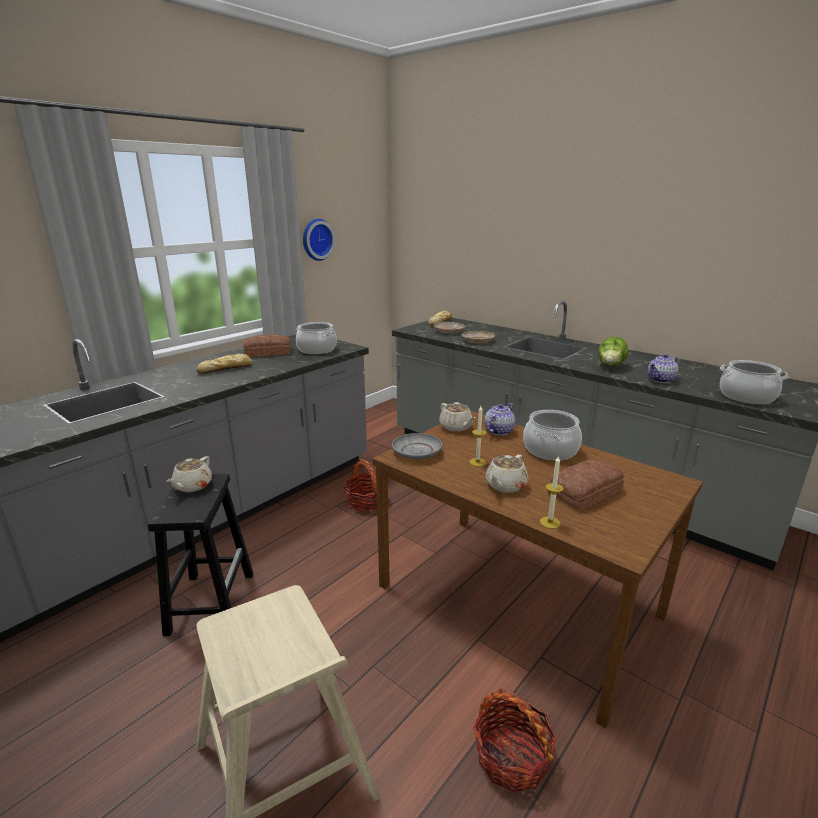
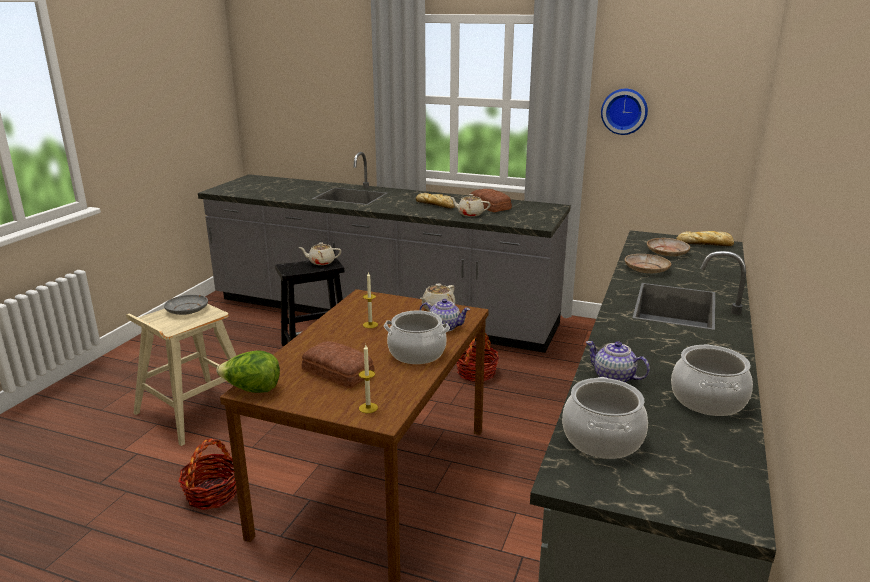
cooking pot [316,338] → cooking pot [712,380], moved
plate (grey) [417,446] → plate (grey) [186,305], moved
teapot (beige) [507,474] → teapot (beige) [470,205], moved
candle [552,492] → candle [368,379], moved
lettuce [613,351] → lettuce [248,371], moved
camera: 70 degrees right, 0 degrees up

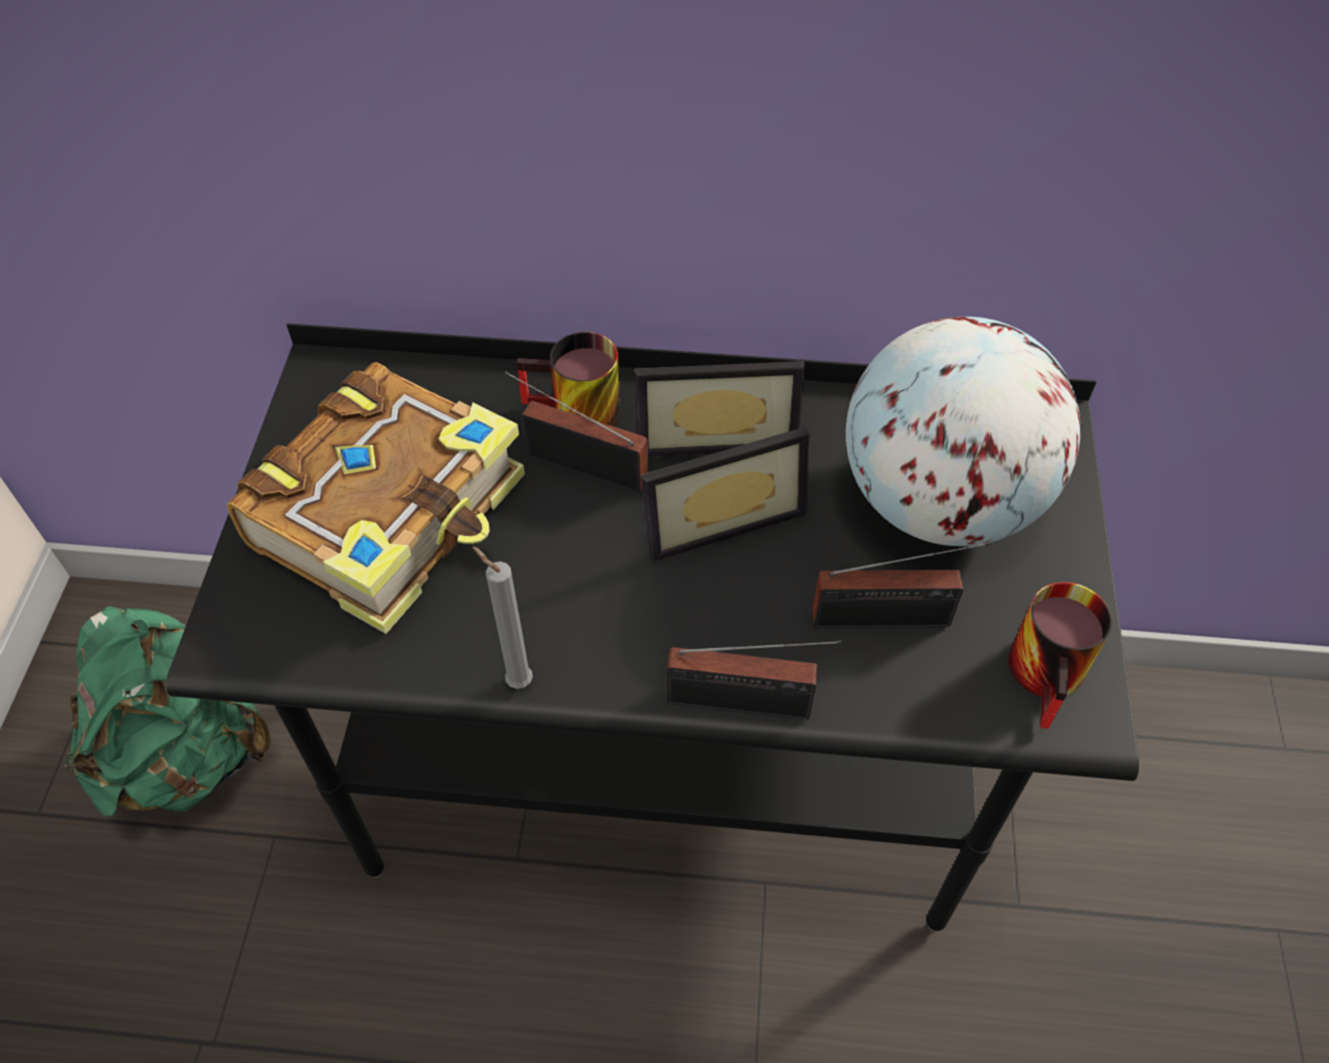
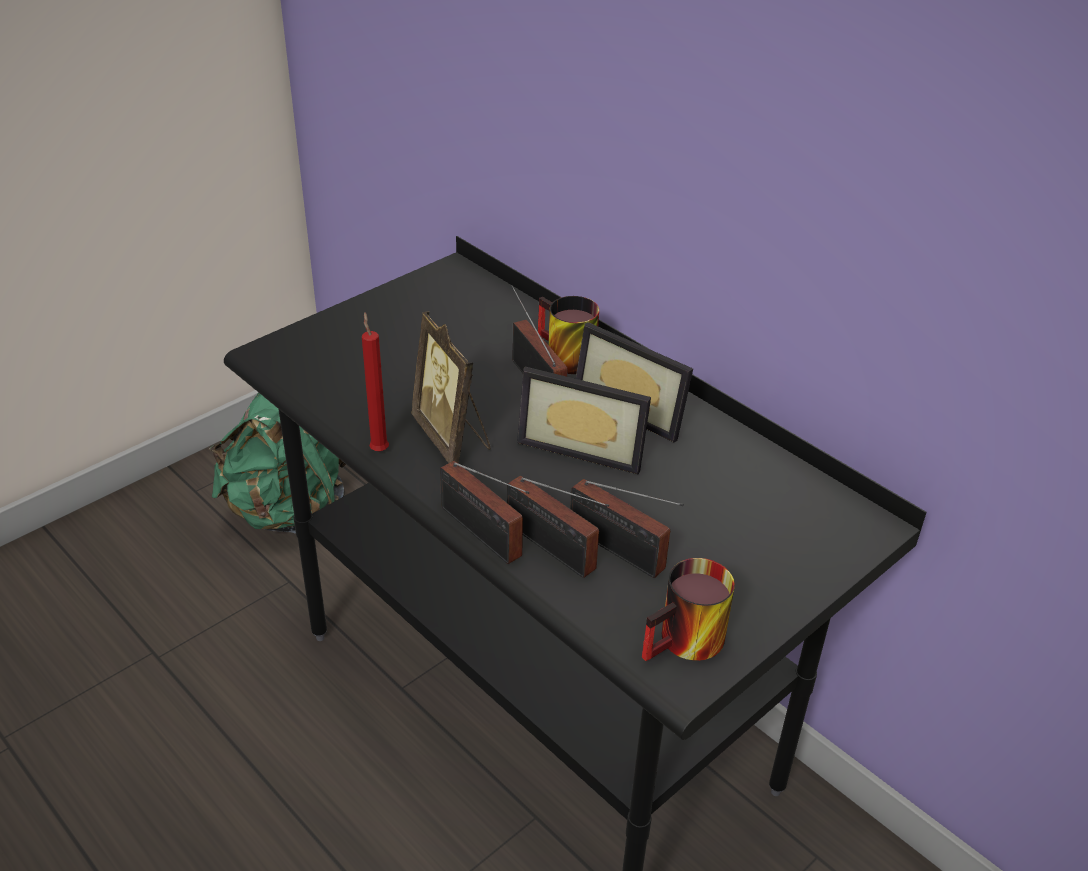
book [376,498] → -
candle (grey) [502,617] → candle (red) [375,382]
globe [963,431] → -
- → picture frame [451,387]
- → radio [558,527]
camera: 40 degrees right, 15 degrees down

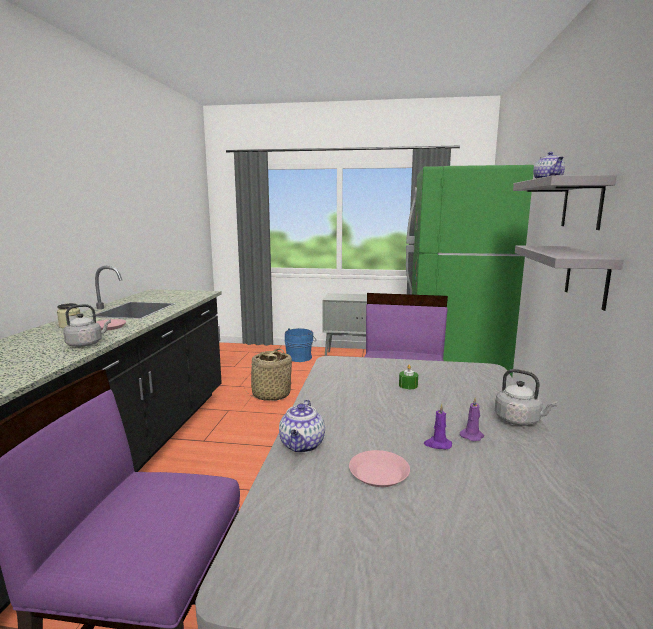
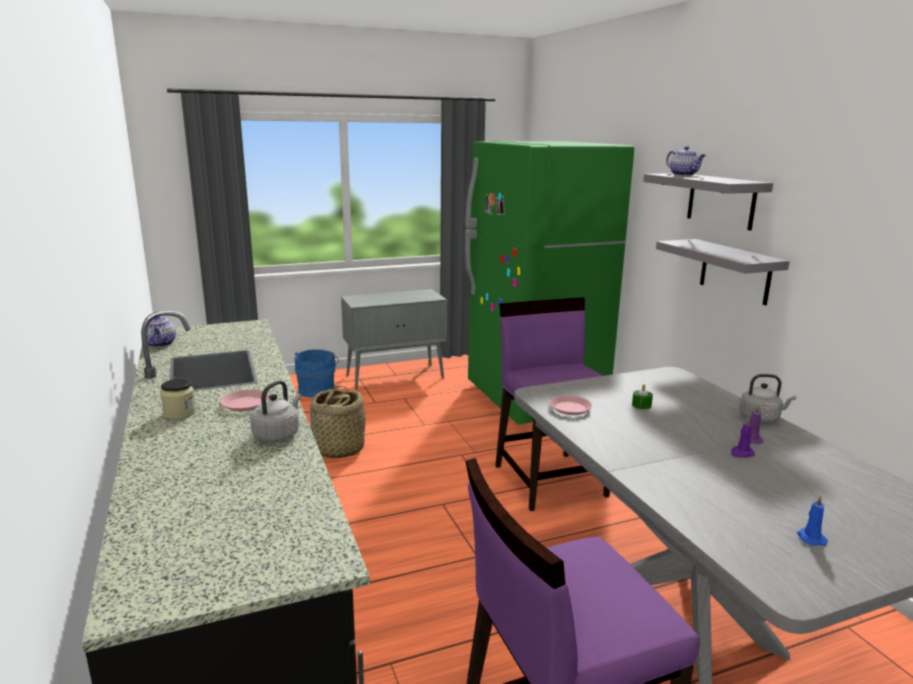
teapot [302,426] → teapot [158,331], moved
plate (pink) [379,468] → plate (pink) [571,405], moved
- → candle (blue) [812,520]
camera: 30 degrees left, 5 degrees up

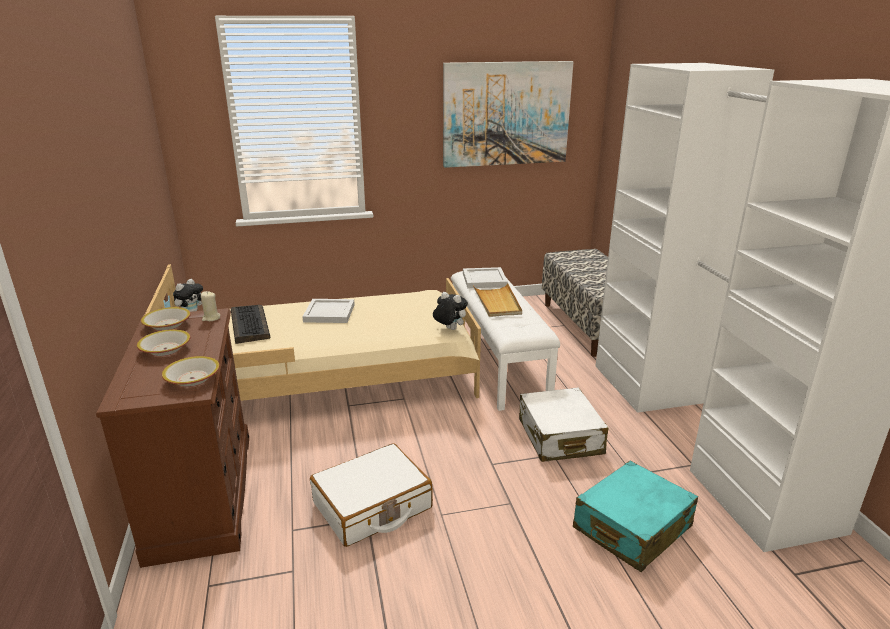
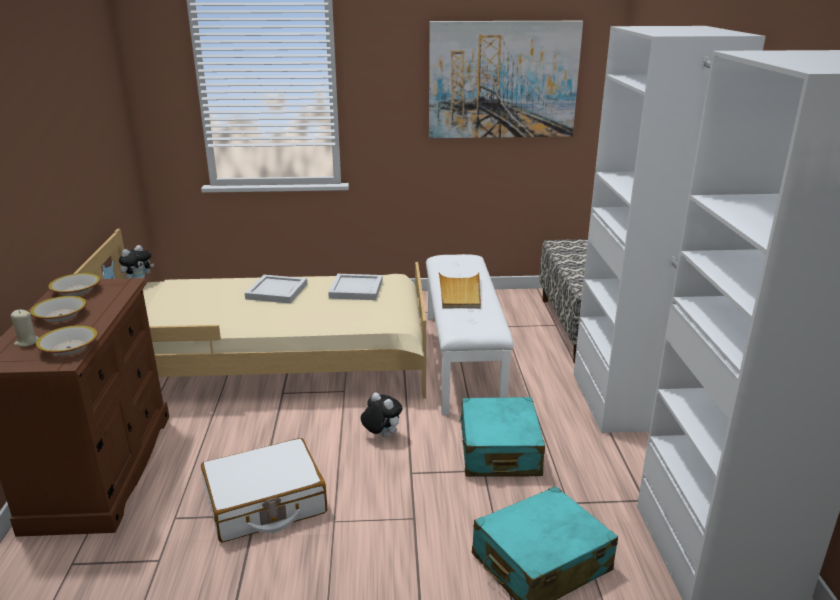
candle (beige) [210,306] → candle (beige) [25,328], moved
keyboard [250,324] → -
plush toy [450,311] → plush toy [381,415], moved
tray (white) [485,277] → tray (white) [355,287], moved
suitcase (white) [564,424] → suitcase (turquoise) [502,437]
camera: 10 degrees right, 0 degrees up

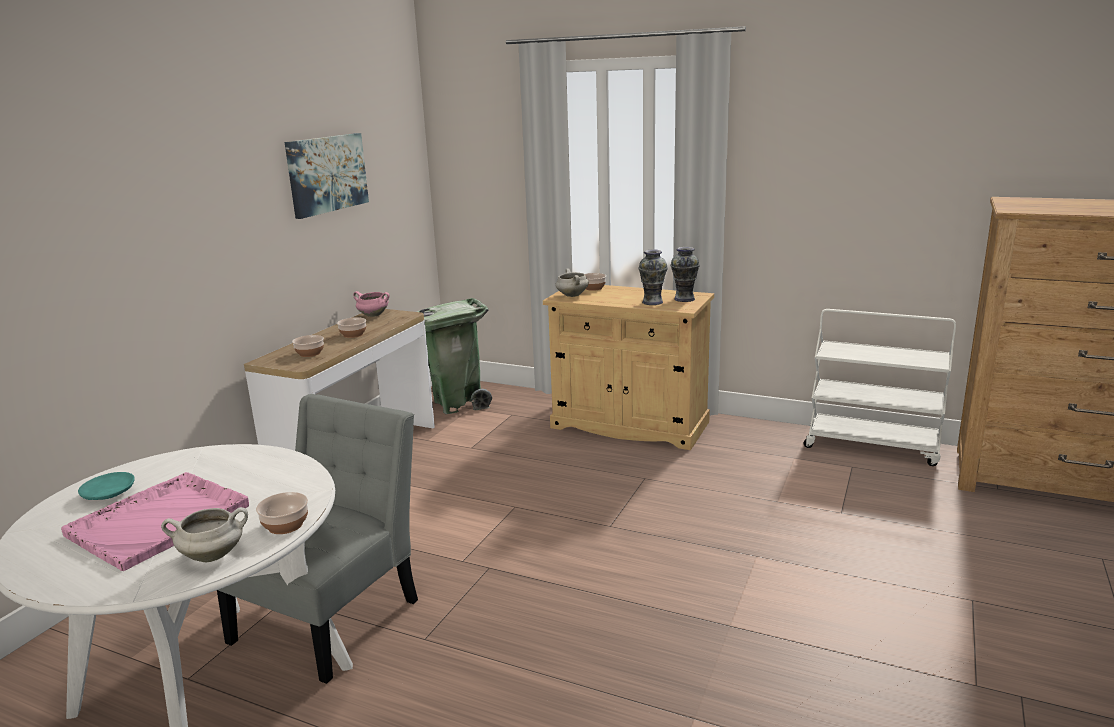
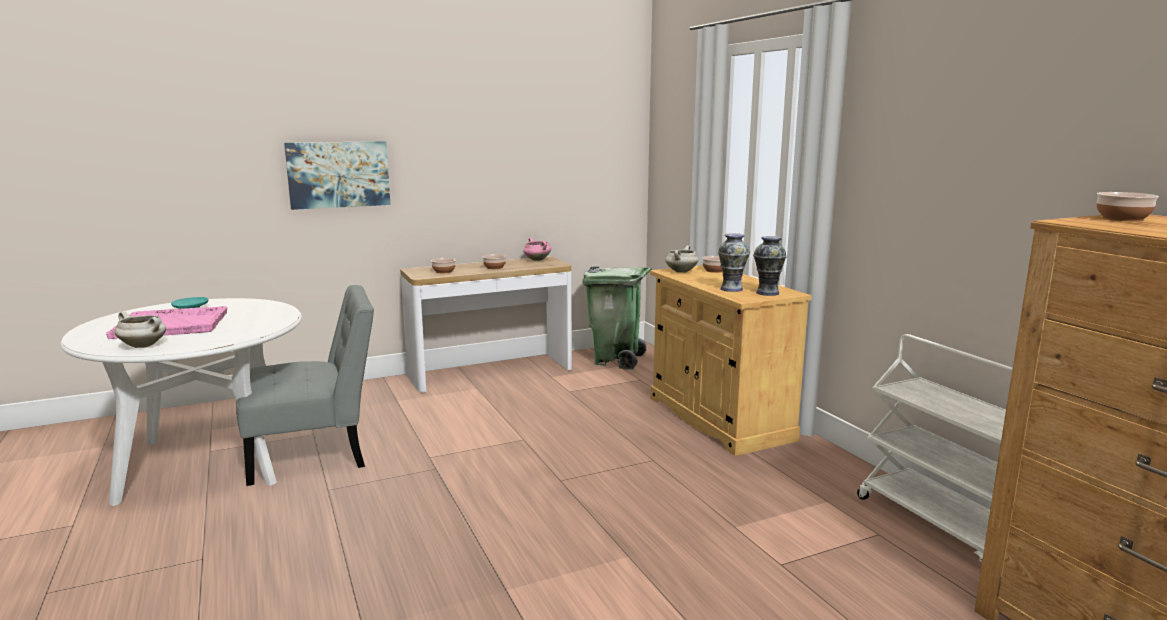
bowl [282,513] → bowl [1128,207], moved
picture [327,176] → picture [337,175], moved
camera: 40 degrees right, 5 degrees down

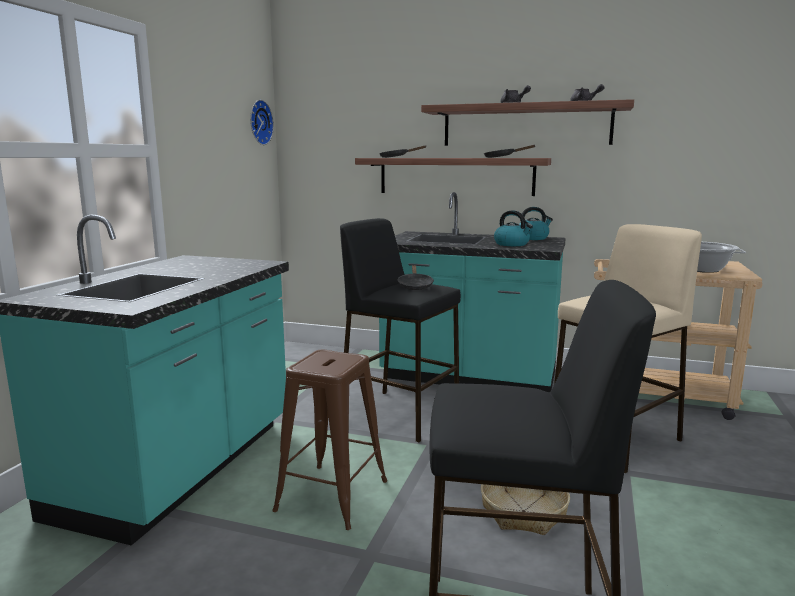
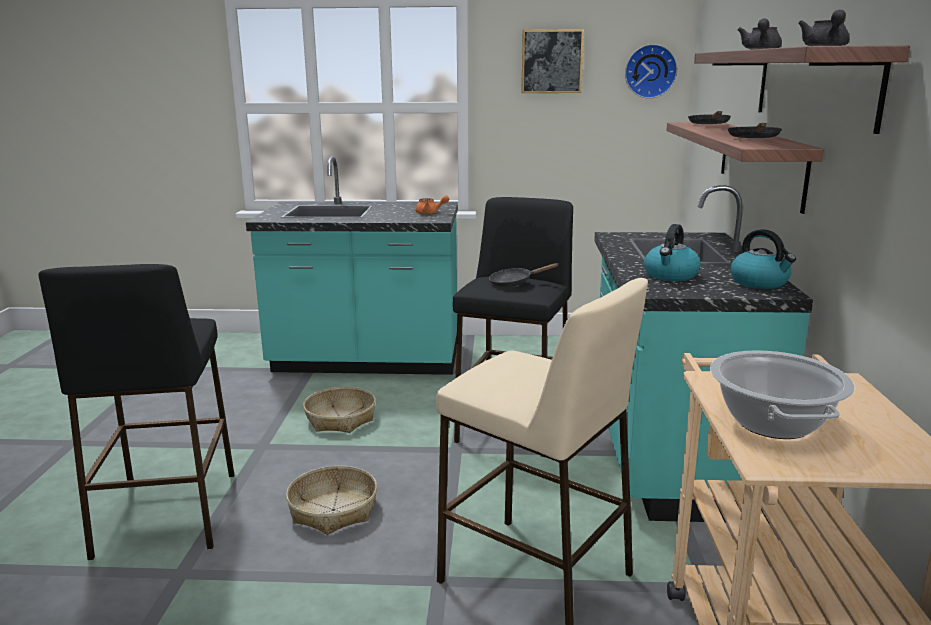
stool (brown) [329,440] → basket [339,410]
- → teapot (orange) [432,204]
- → picture [552,61]
camera: 75 degrees right, 5 degrees up

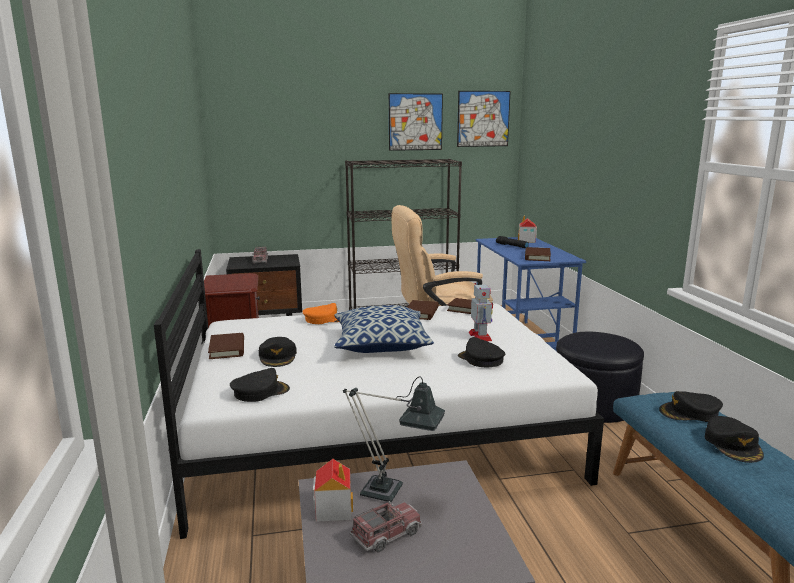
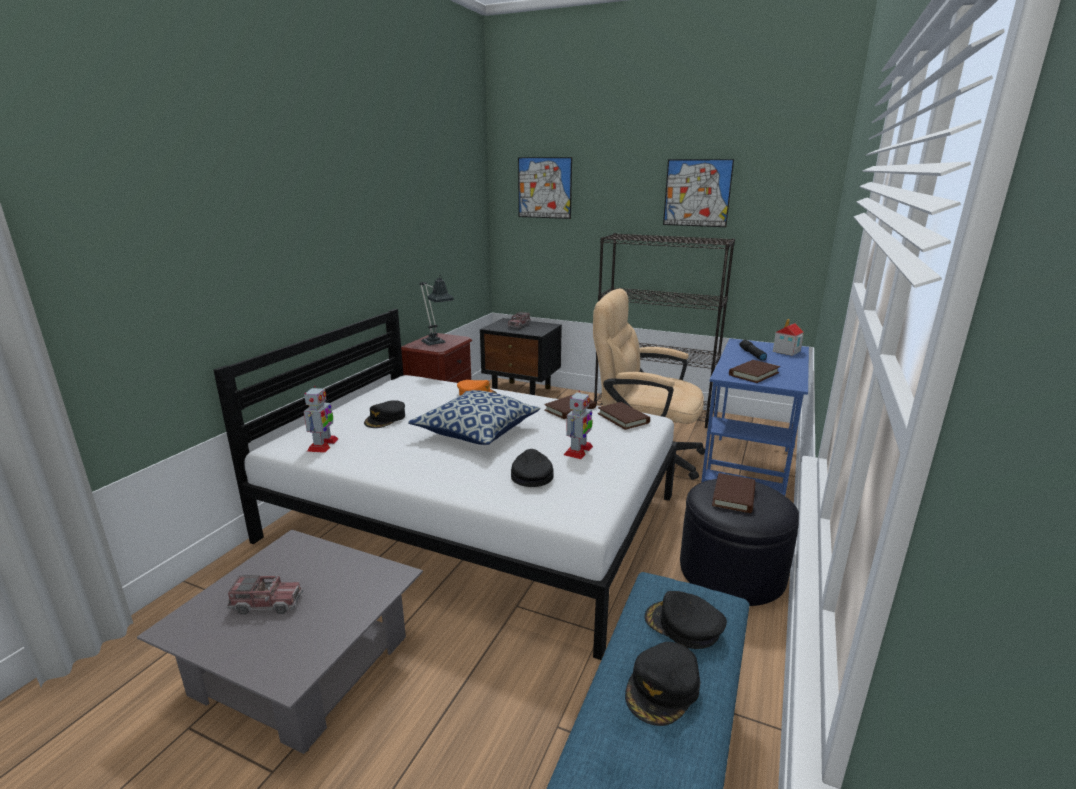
book (brown) [226,346] → book (brown) [734,493], moved
cap (black) [260,385] → toy robot [321,419]
toy house [333,490] → -
table lamp [394,439] → table lamp [436,310], moved
picture [484,119] → picture [545,188], moved
camera: 35 degrees right, 5 degrees up

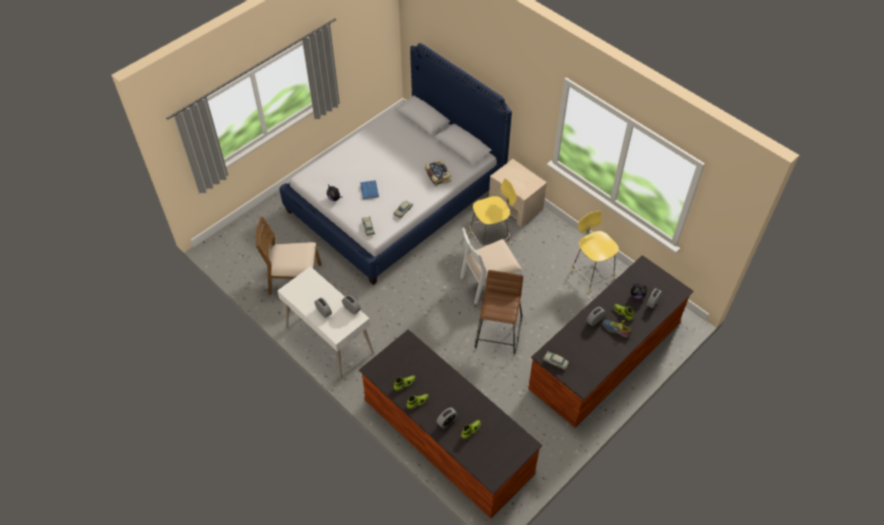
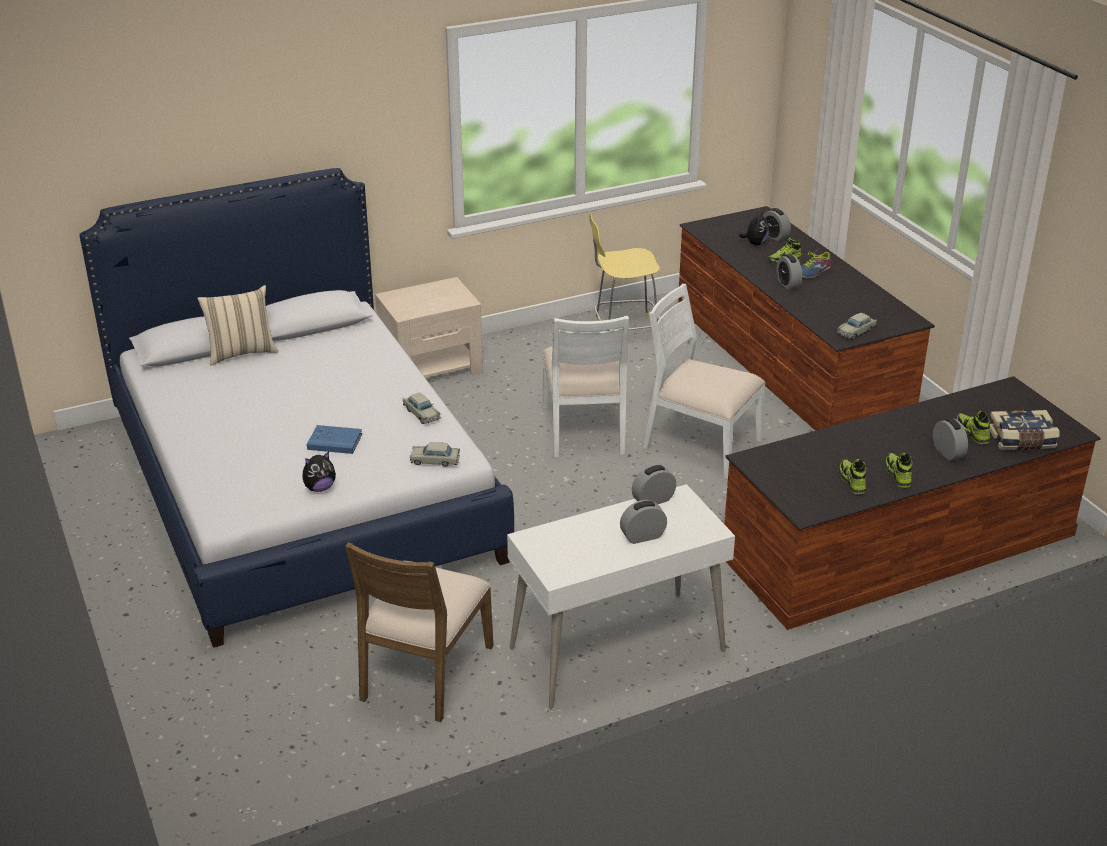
book [438,172] → book [1025,430], moved
stool (yellow) [493,212] → -
stool (brown) [499,312] → chair (white) [704,381]
- → pillow (beige) [237,325]
camera: 70 degrees left, 20 degrees down

